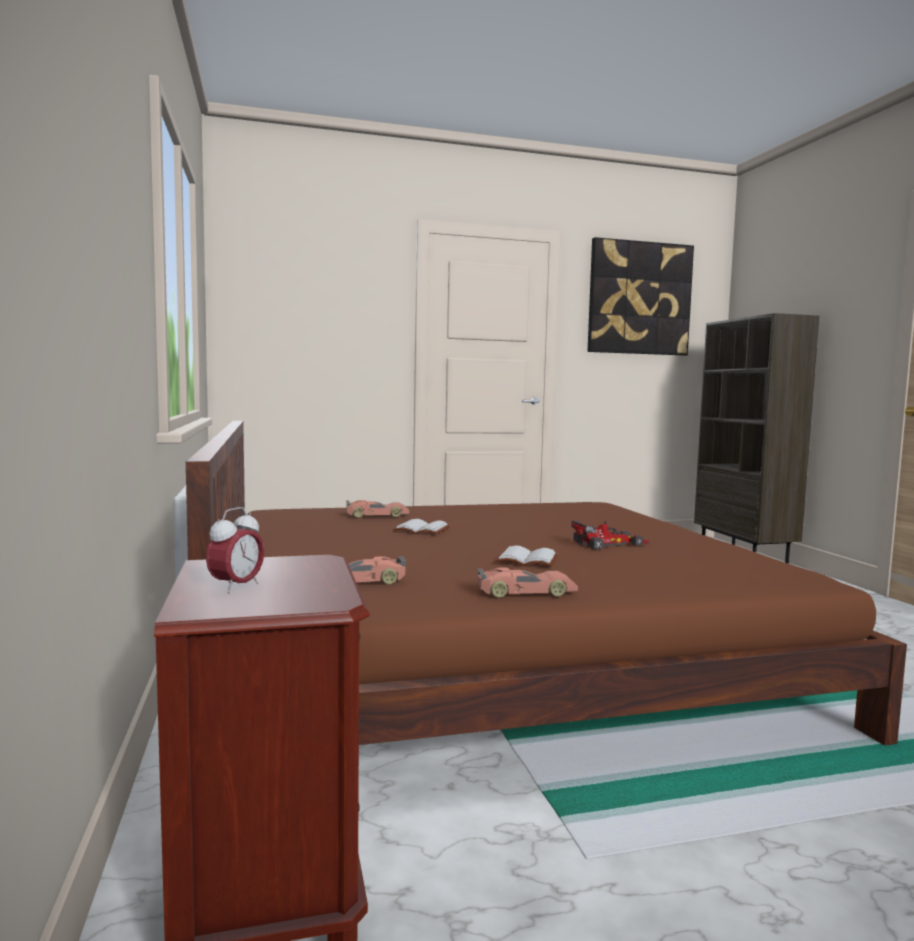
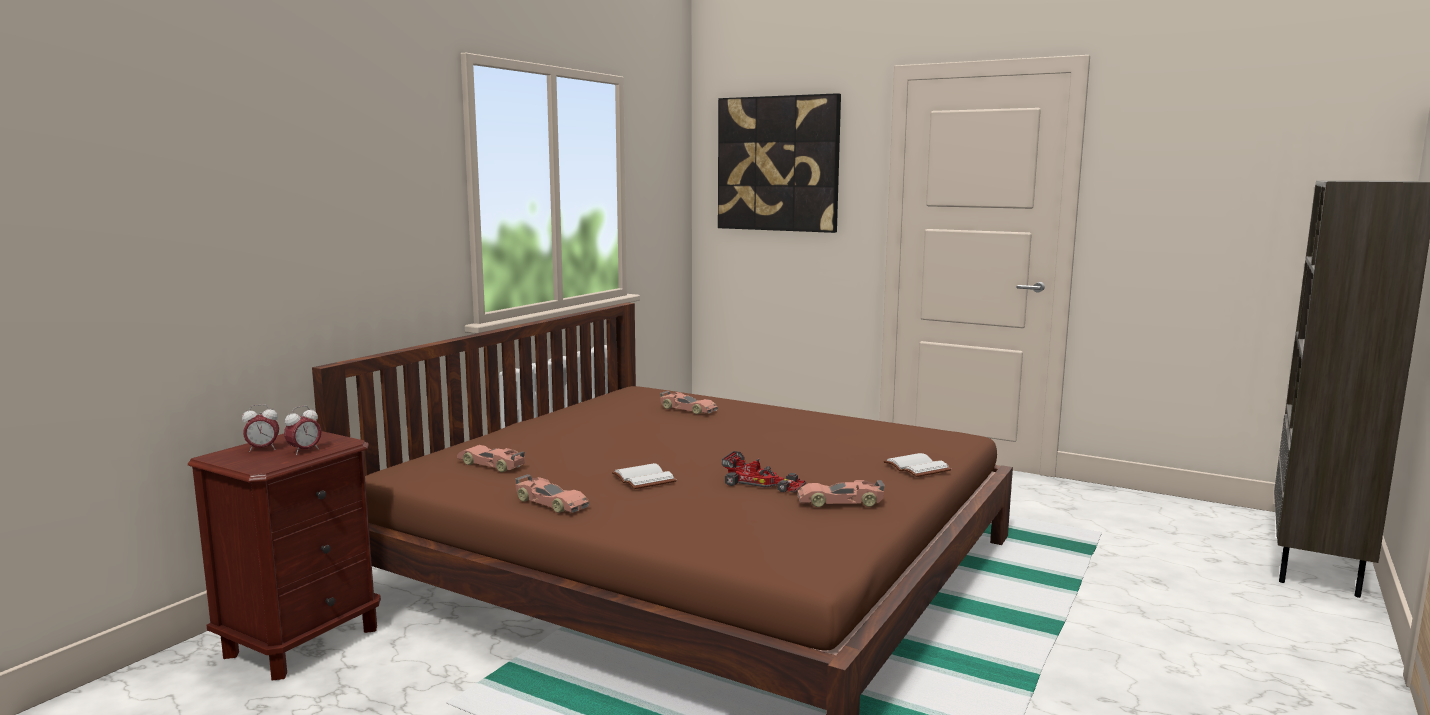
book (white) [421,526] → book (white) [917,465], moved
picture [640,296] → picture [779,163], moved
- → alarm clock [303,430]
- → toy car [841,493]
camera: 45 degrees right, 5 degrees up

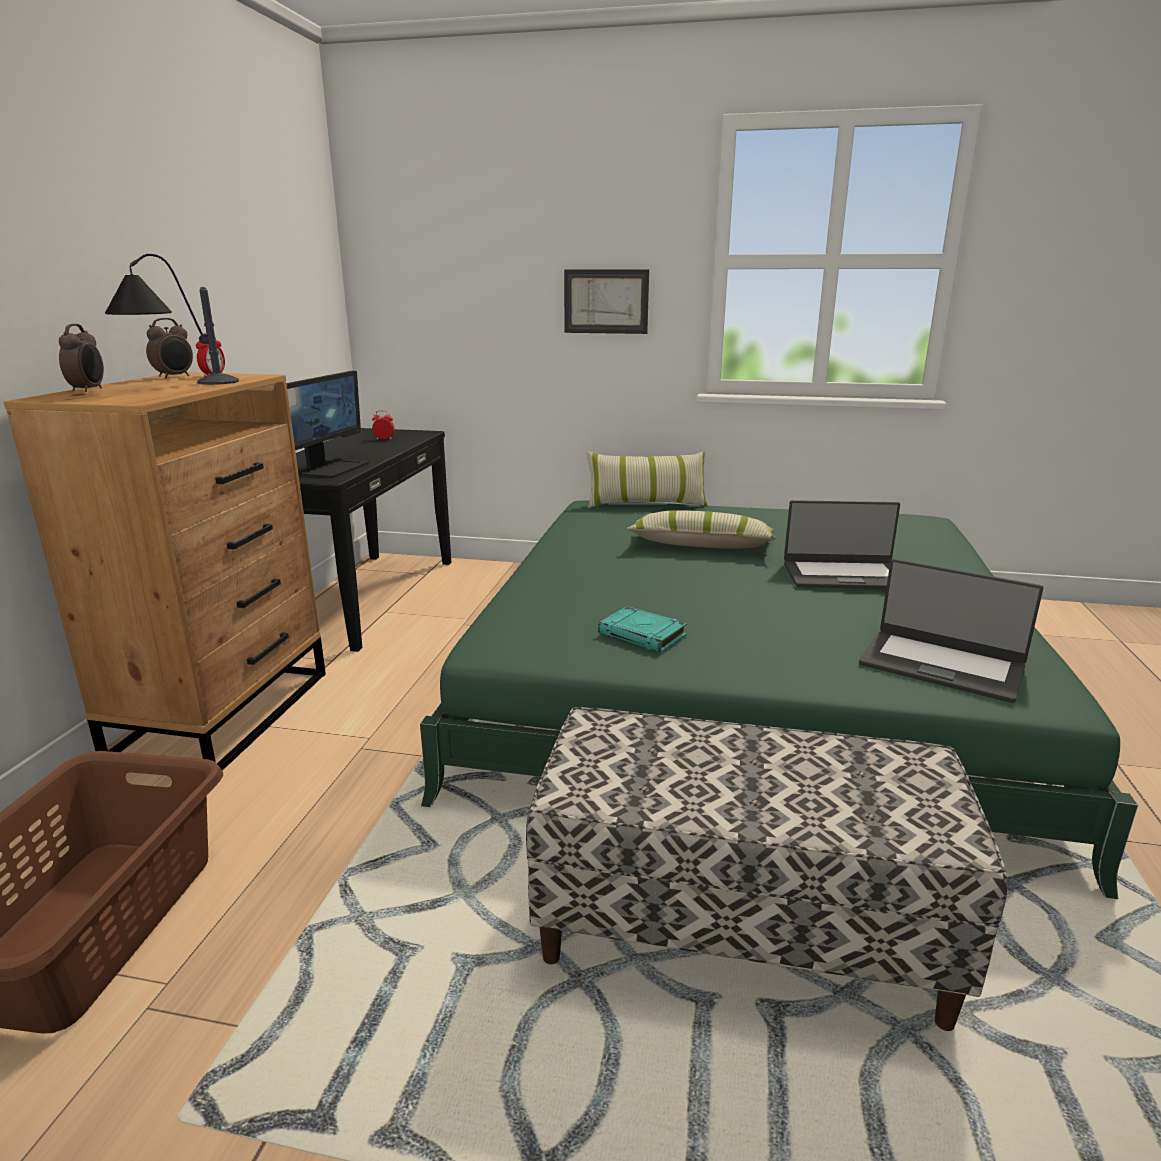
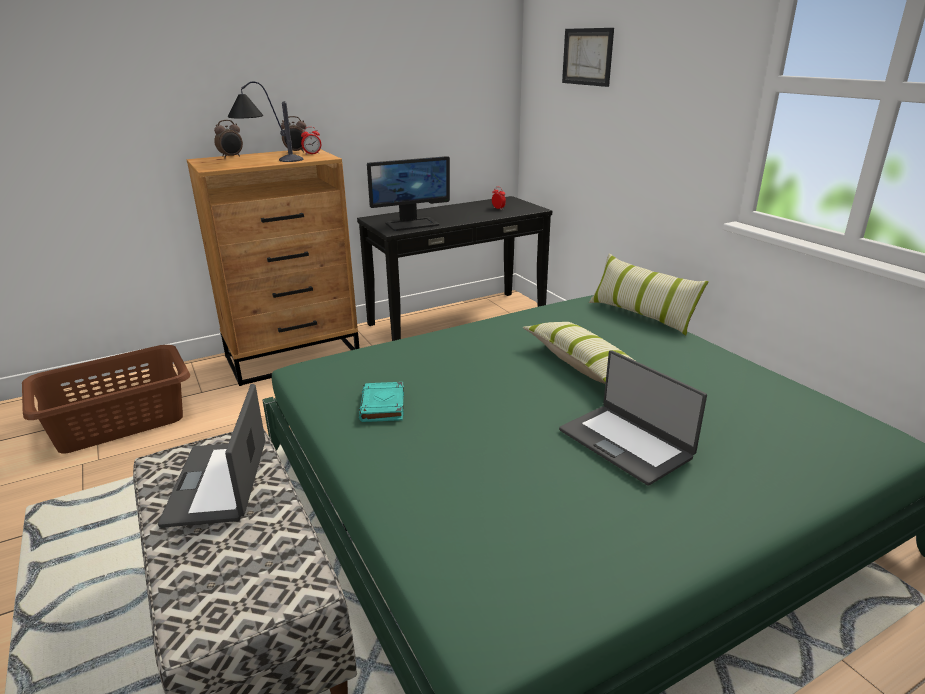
picture [606,301] → picture [588,57], moved
laptop [951,631] → laptop [212,456], moved
camera: 50 degrees right, 5 degrees up

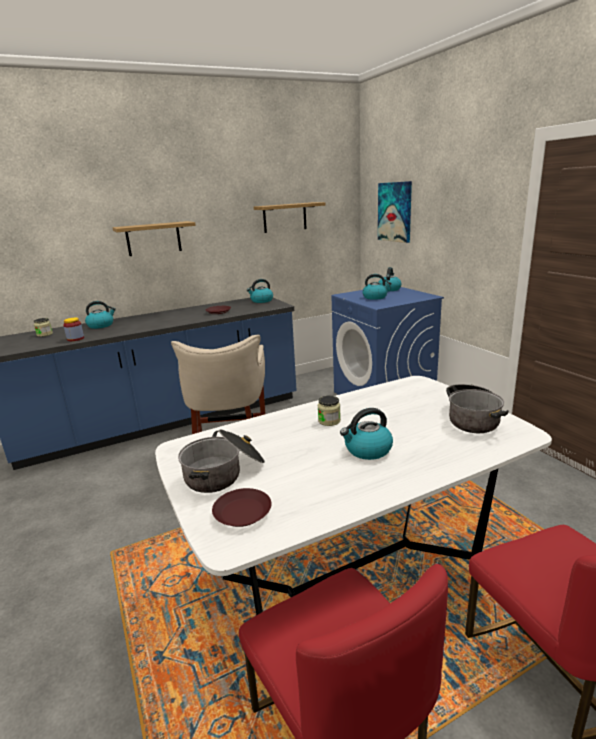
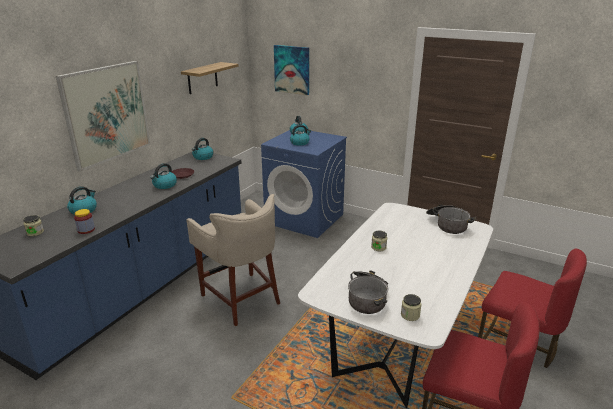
shelf [154,238] → picture [103,116]
plate (brown) [242,507] → jar [411,307]
kettle [366,434] → kettle [163,176], moved
camera: 35 degrees left, 5 degrees up

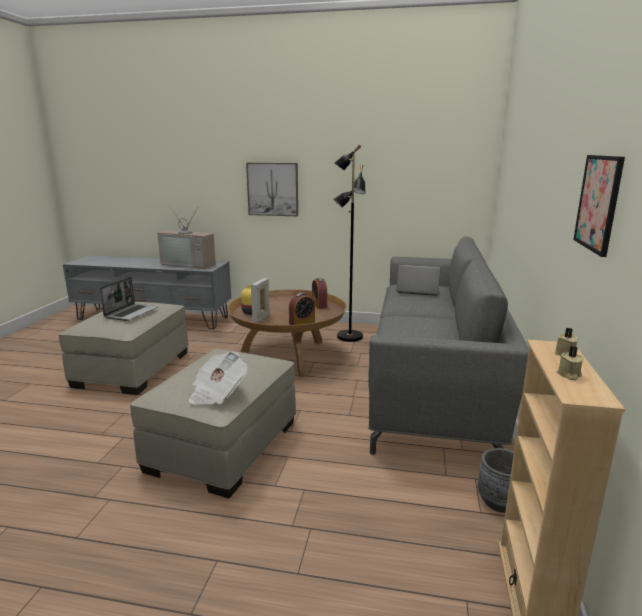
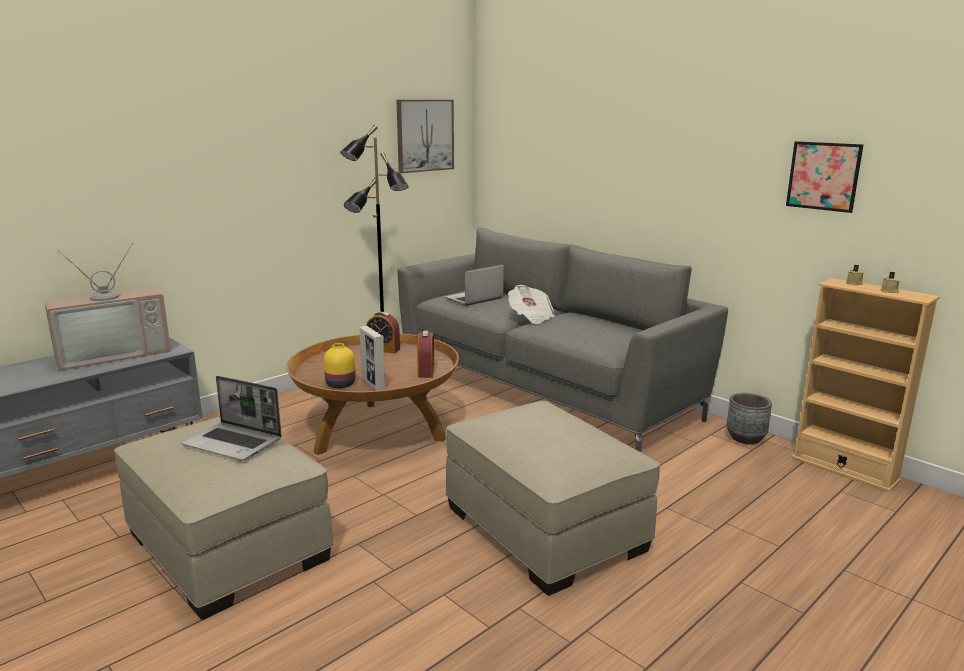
laptop [129,299] → laptop [232,418], 150 degrees clockwise
newspaper [218,378] → newspaper [531,304], moved
picture [272,189] → picture [425,136], moved
camera: 55 degrees left, 0 degrees up

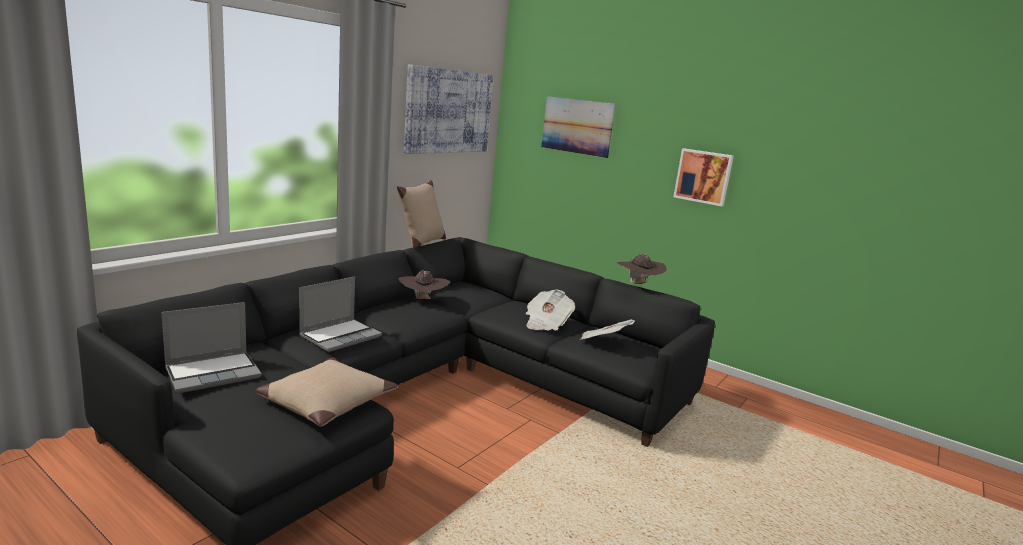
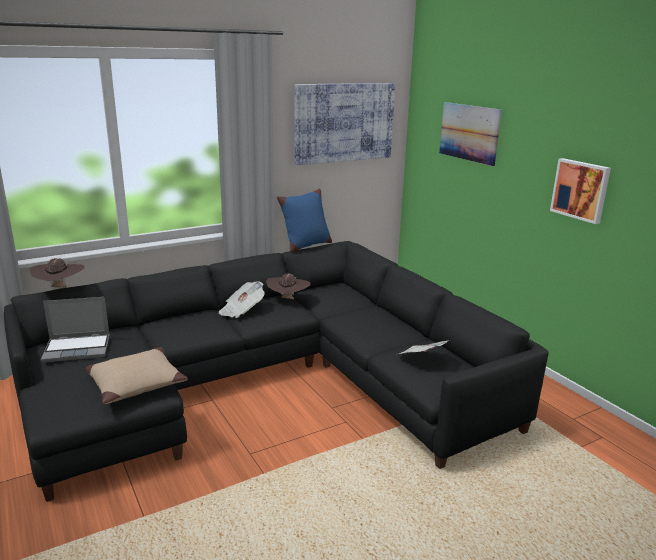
laptop [340,314] → -
pillow (beige) [421,214] → pillow (blue) [304,220]
newspaper [550,310] → newspaper [242,299], moved
hat (brown) [642,269] → hat (brown) [57,272], moved
camera: 25 degrees right, 5 degrees up

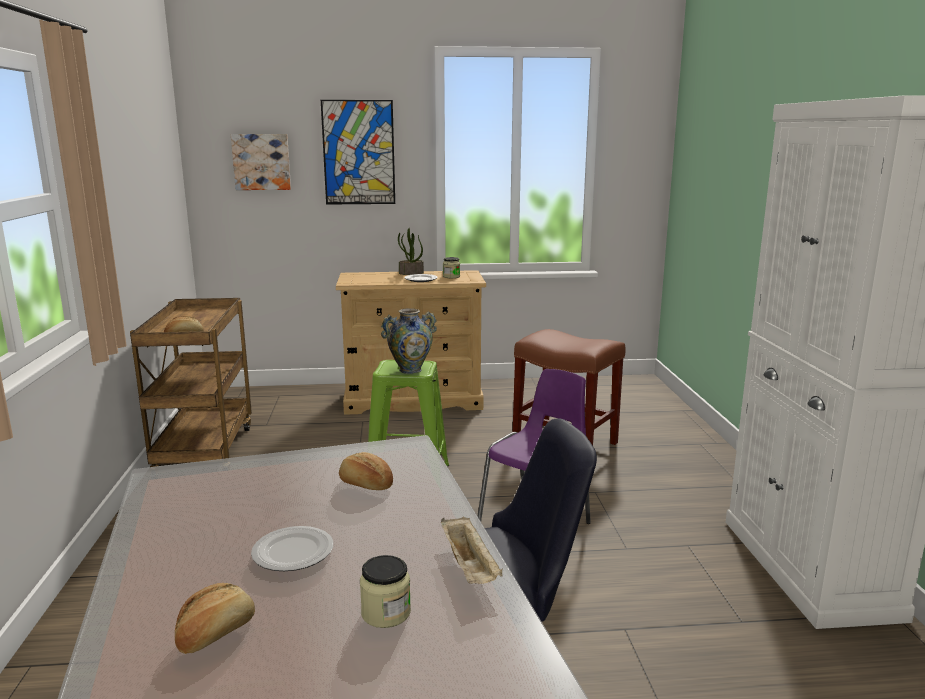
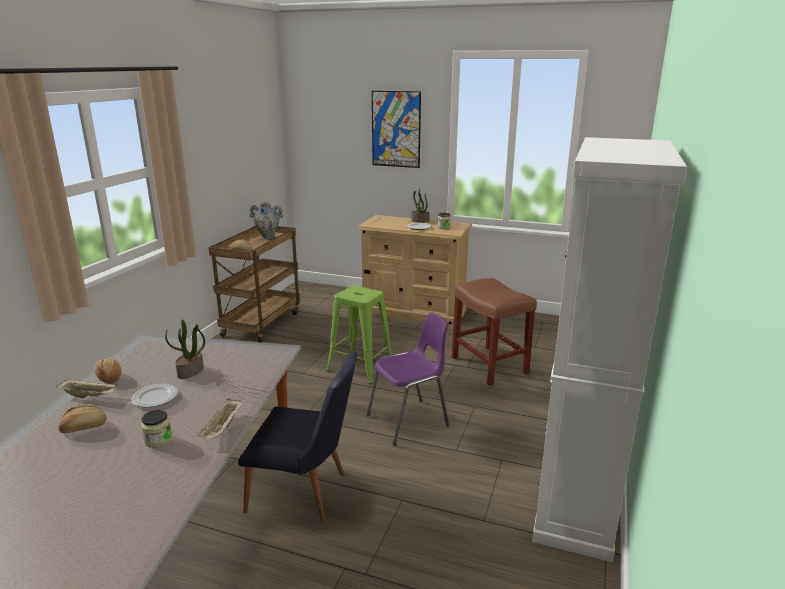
picture [261,162] → -
bread [366,471] → bread [107,371], moved
vase [409,341] → vase [266,220], moved
- → tray (beige) [87,389]
- → potted plant [185,349]
camera: 25 degrees right, 5 degrees up

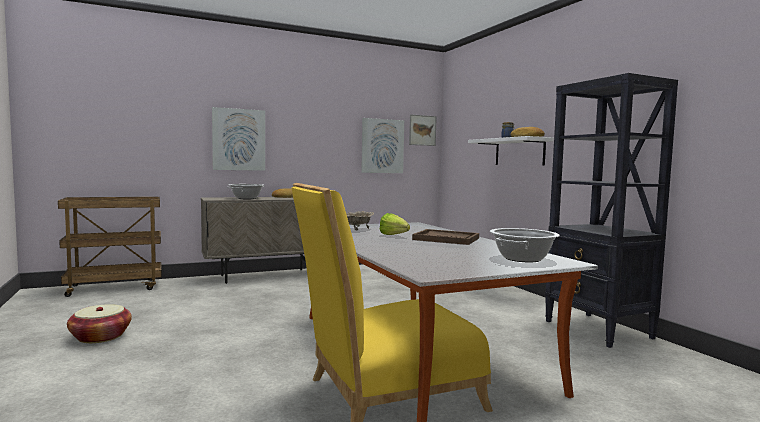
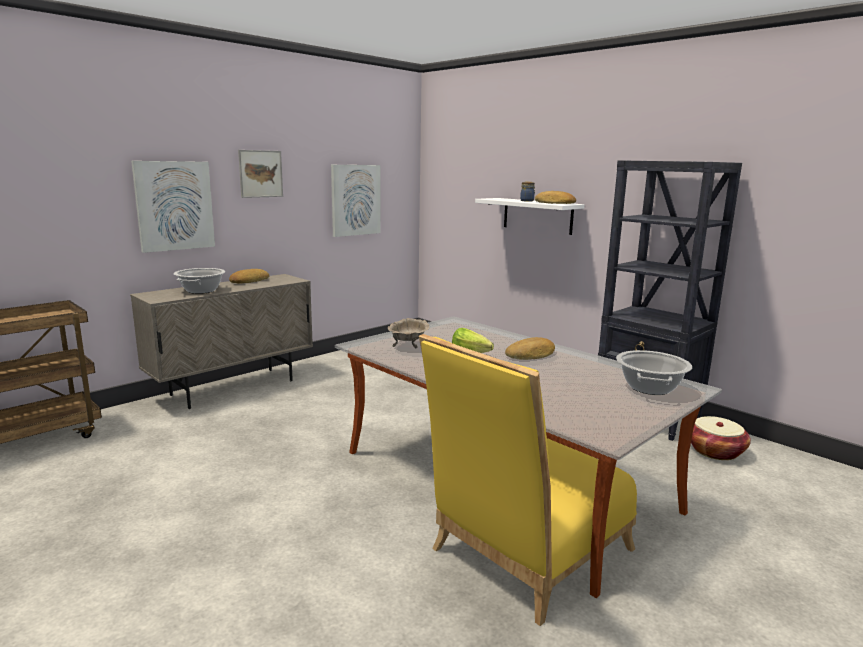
basket [99,323] → basket [721,438], moved
picture [423,130] → picture [260,174], moved
tray (brown) [445,237] → bread [530,348]
camera: 20 degrees left, 10 degrees up

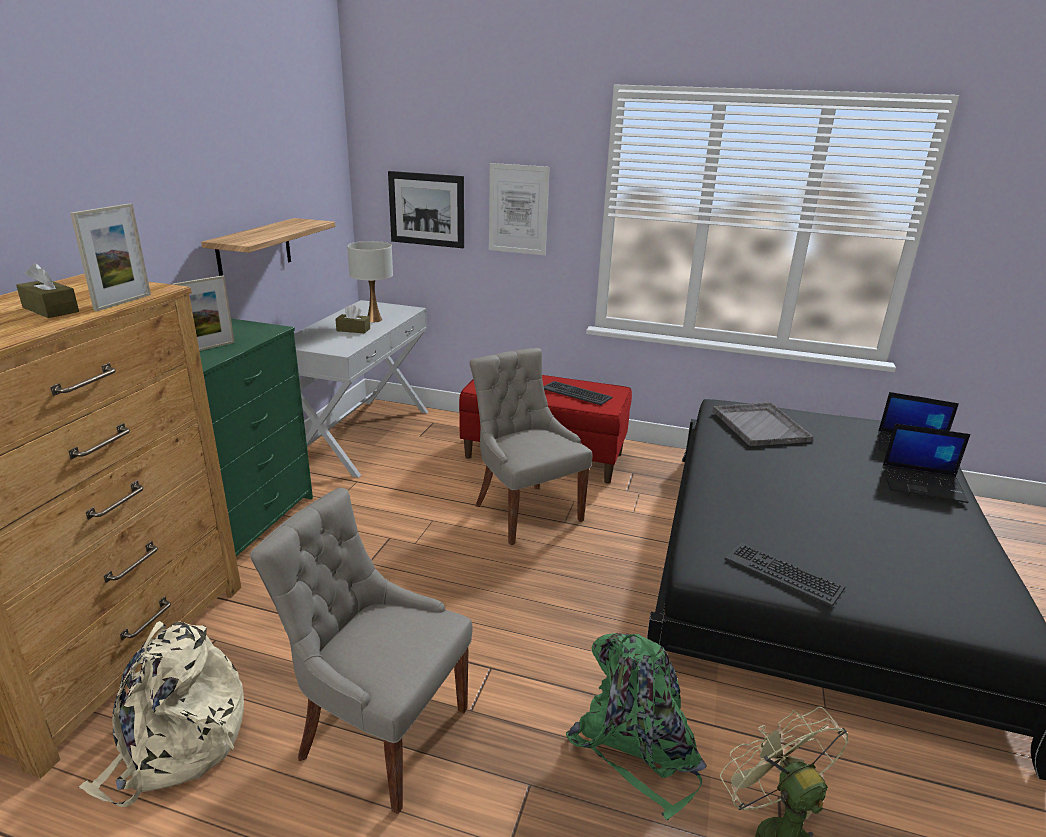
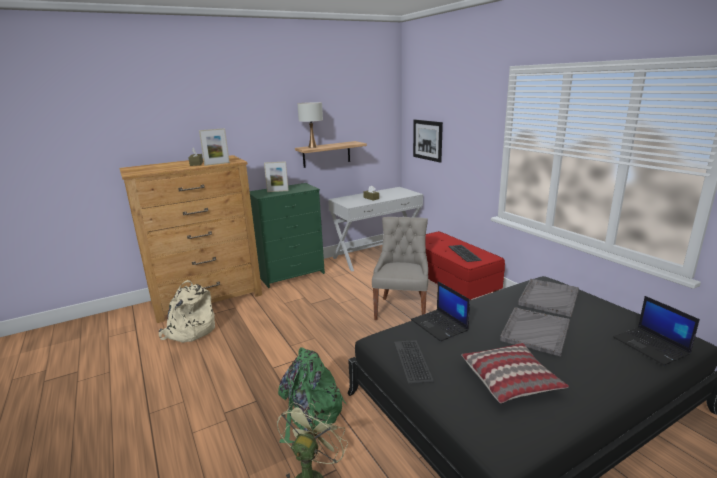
chair (grey) [361,651] → -
table lamp (white) [370,281] → table lamp (white) [310,125], moved
picture [519,209] → -
laptop [927,463] → laptop [440,311], moved
- → pillow [515,373]
- → tray (grey) [535,332]
camera: 45 degrees right, 5 degrees down

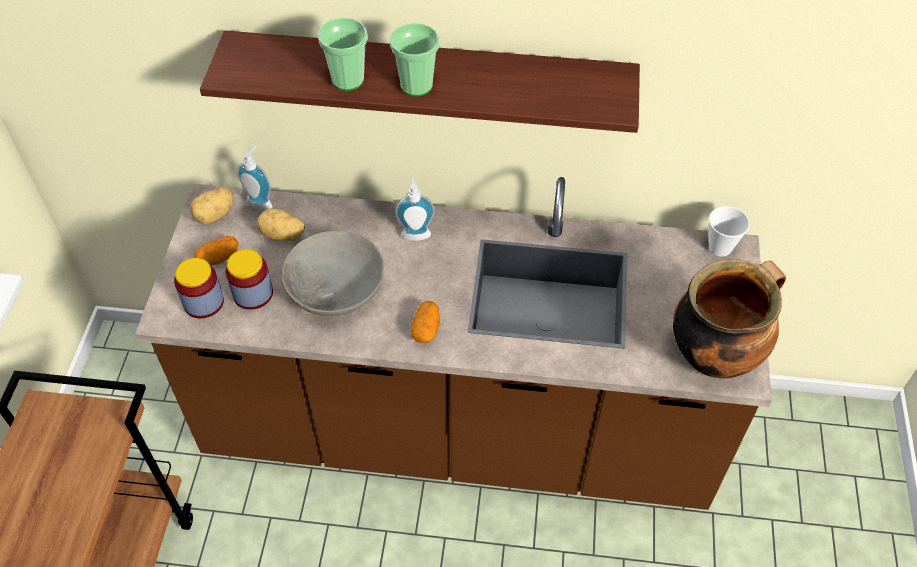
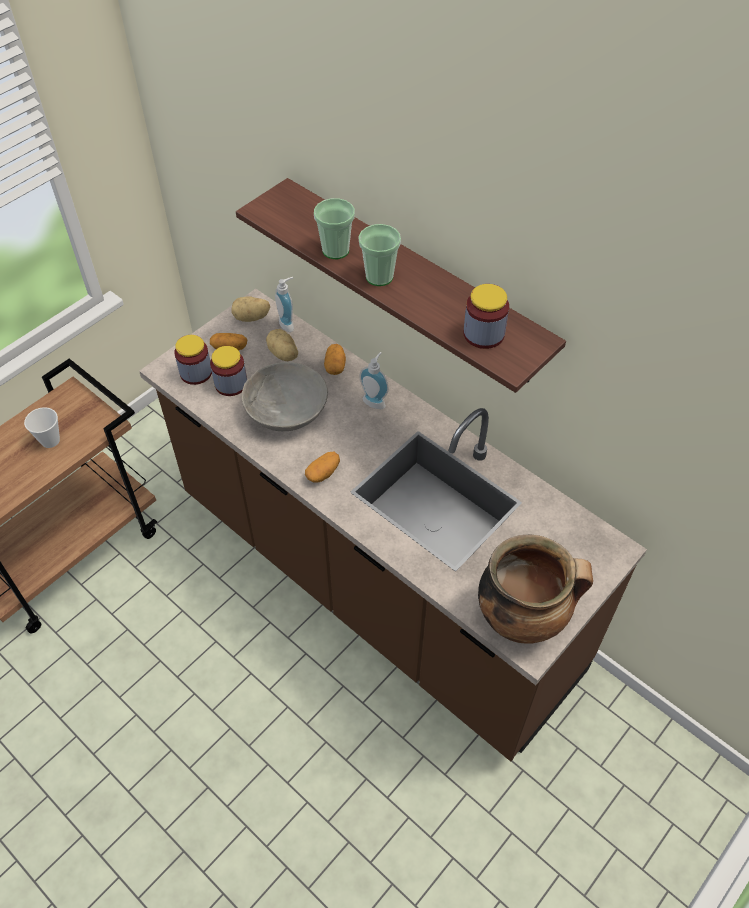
cup [729,231] → cup [42,427], moved
- → potato [335,359]
- → jar [486,316]
camera: 35 degrees right, 0 degrees up

